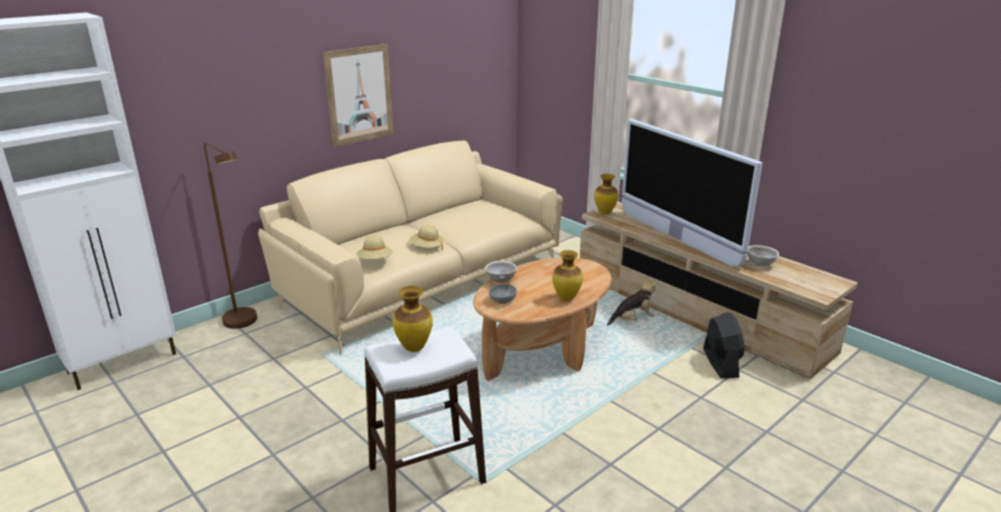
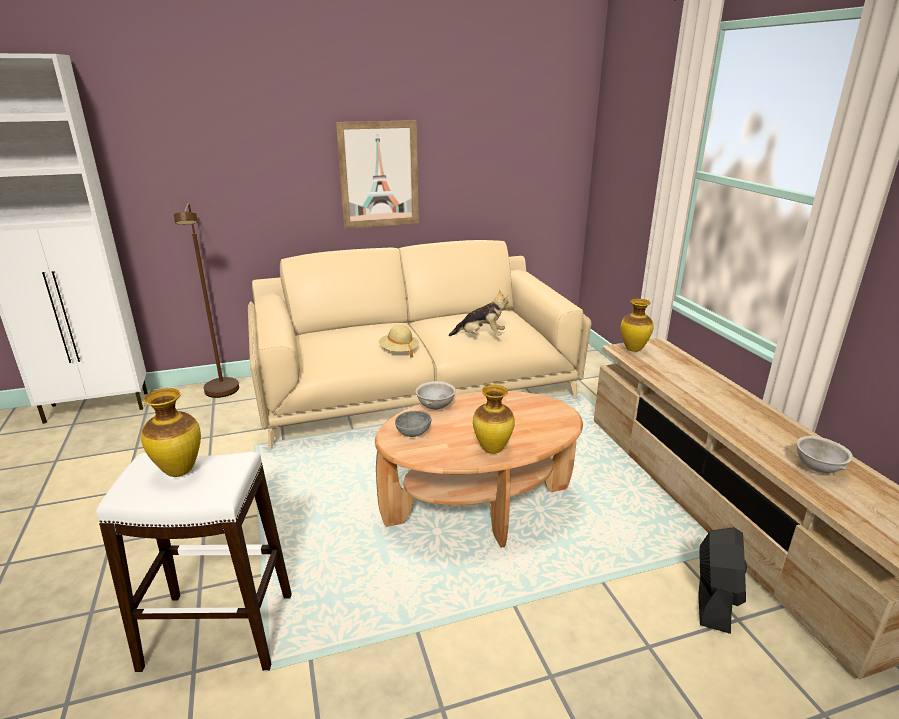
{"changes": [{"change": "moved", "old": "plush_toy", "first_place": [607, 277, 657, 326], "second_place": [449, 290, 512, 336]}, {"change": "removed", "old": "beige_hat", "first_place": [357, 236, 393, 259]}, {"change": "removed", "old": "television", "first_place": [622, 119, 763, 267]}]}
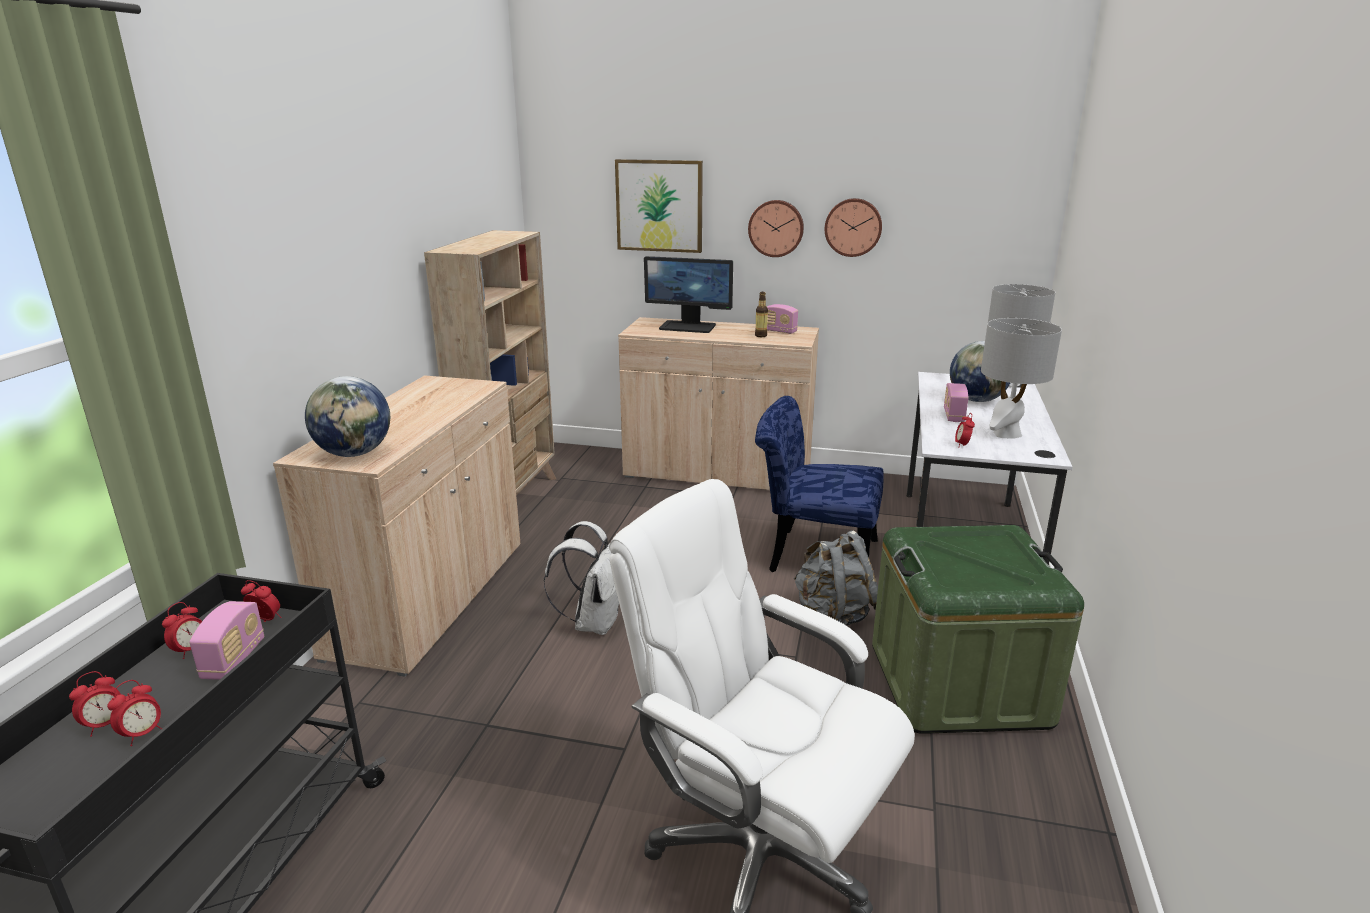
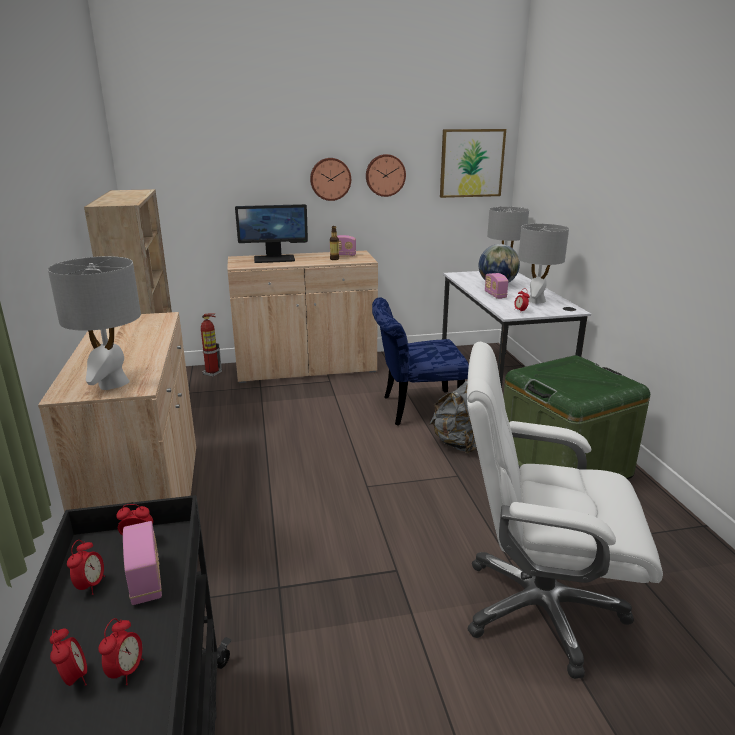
{"changes": [{"change": "replaced", "old": "globe", "new": "grey_table_lamp", "first_place": [305, 376, 390, 457], "second_place": [48, 256, 141, 390]}, {"change": "turned", "old": "alarm_clock", "first_place": [69, 671, 120, 737], "second_place": [50, 628, 87, 686], "degrees": -45}, {"change": "added", "new": "fire_extinguisher", "second_place": [201, 313, 222, 377]}, {"change": "moved", "old": "picture", "first_place": [615, 159, 703, 253], "second_place": [440, 129, 506, 198]}, {"change": "removed", "old": "white_backpack", "first_place": [544, 521, 619, 635]}]}
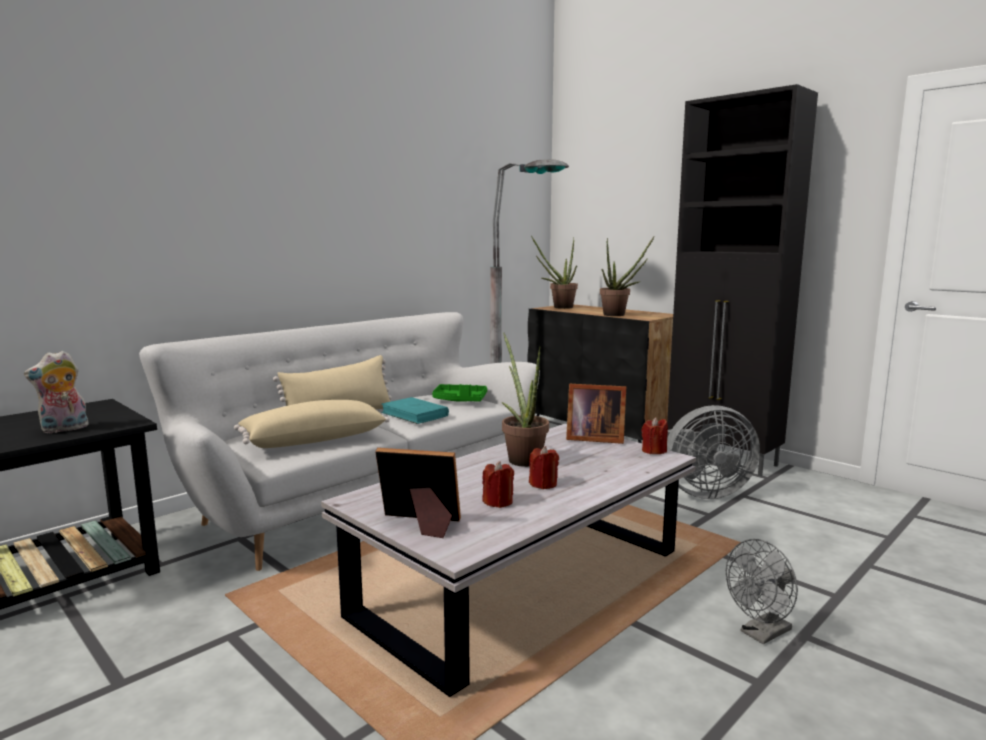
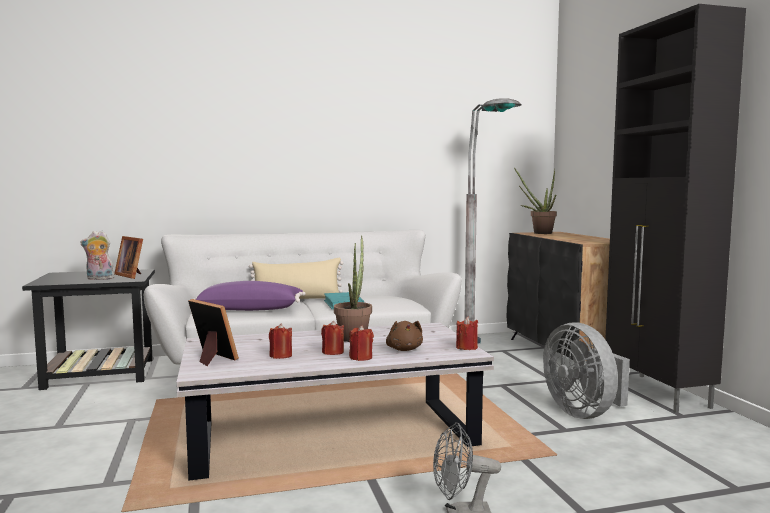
{"changes": [{"change": "moved", "old": "picture_frame", "first_place": [566, 384, 626, 444], "second_place": [114, 236, 143, 279]}, {"change": "recoloured", "old": "beige_pillow", "new": "purple_pillow", "first_place": [234, 400, 390, 448], "second_place": [195, 281, 306, 311]}, {"change": "added", "new": "red_candle", "second_place": [349, 325, 374, 361]}, {"change": "added", "new": "brown_plush_toy", "second_place": [386, 321, 423, 351]}, {"change": "turned", "old": "grey_fan", "first_place": [667, 405, 760, 499], "second_place": [543, 322, 630, 419], "degrees": 45}, {"change": "removed", "old": "green_tray", "first_place": [432, 384, 487, 402]}, {"change": "removed", "old": "potted_plant", "first_place": [600, 237, 654, 316]}]}
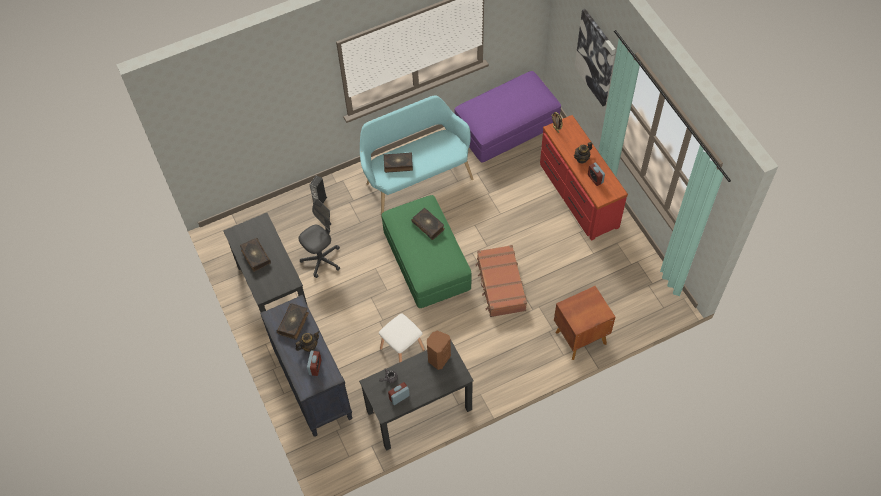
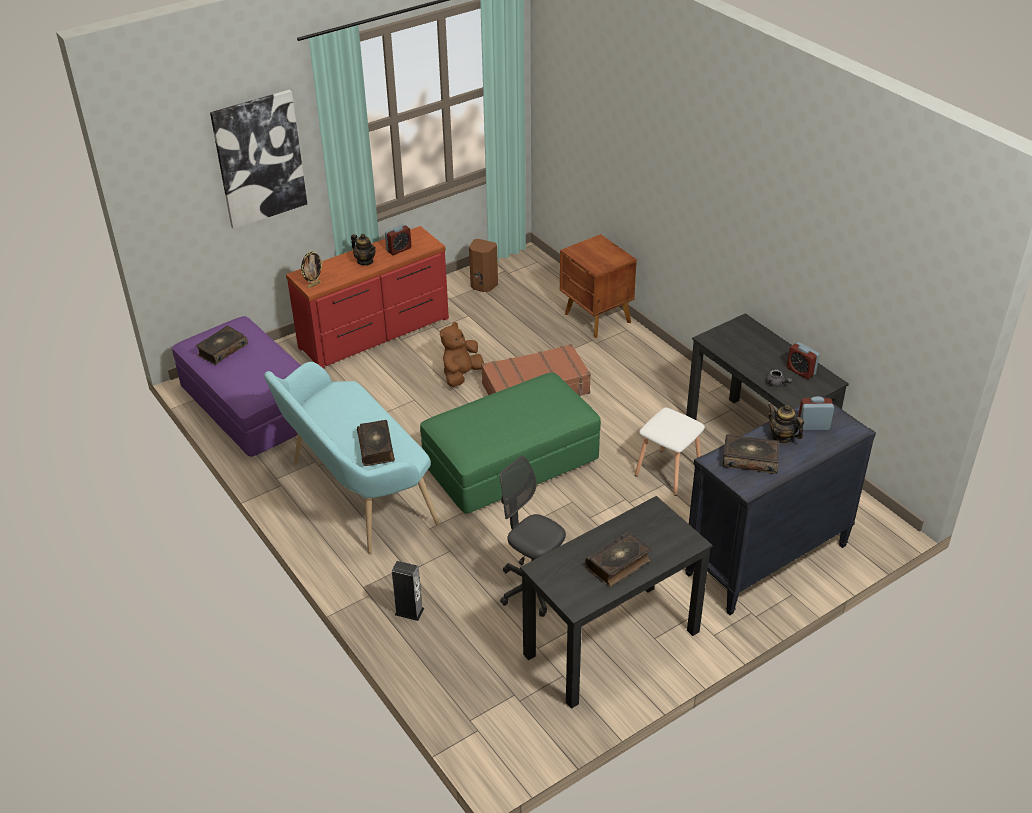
{"changes": [{"change": "moved", "old": "book", "first_place": [411, 208, 445, 240], "second_place": [196, 326, 248, 365]}, {"change": "added", "new": "brown_plush_toy", "second_place": [440, 322, 484, 387]}, {"change": "moved", "old": "brown_speaker", "first_place": [427, 331, 451, 370], "second_place": [469, 239, 498, 292]}]}
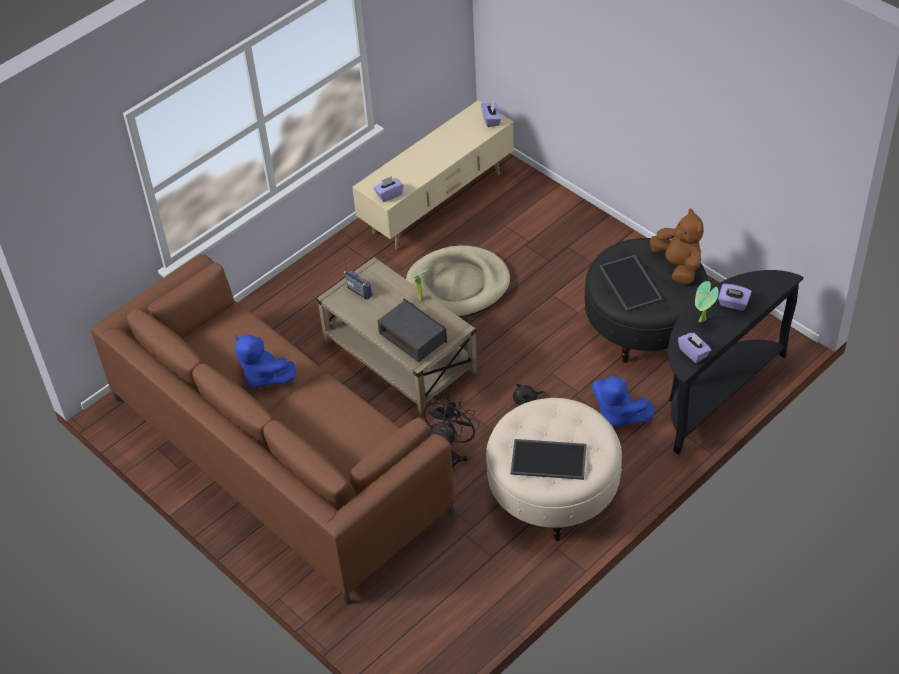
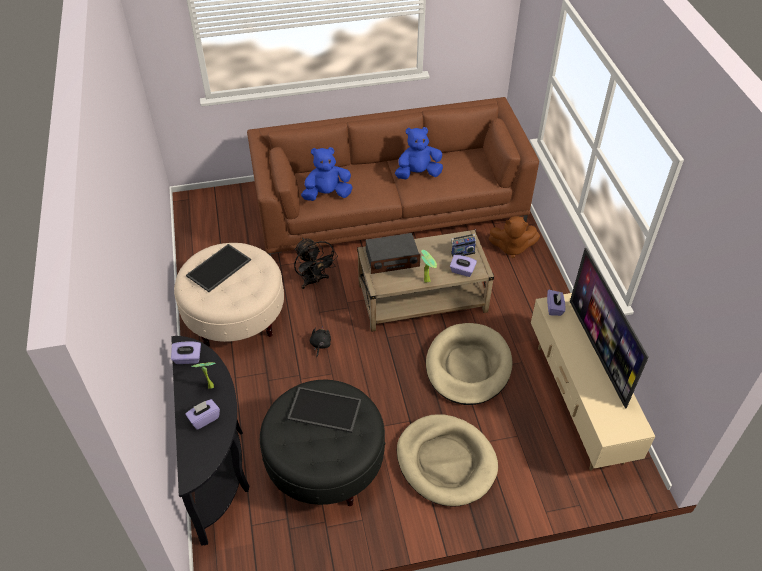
{"changes": [{"change": "moved", "old": "blue_plush_toy", "first_place": [592, 376, 655, 427], "second_place": [301, 147, 353, 201]}, {"change": "added", "new": "beige_dog_bed", "second_place": [397, 414, 498, 507]}, {"change": "moved", "old": "purple_tissue_box", "first_place": [481, 102, 502, 127], "second_place": [450, 255, 477, 277]}, {"change": "moved", "old": "brown_plush_toy", "first_place": [650, 208, 704, 284], "second_place": [488, 216, 540, 258]}, {"change": "added", "new": "television", "second_place": [570, 248, 649, 409]}]}
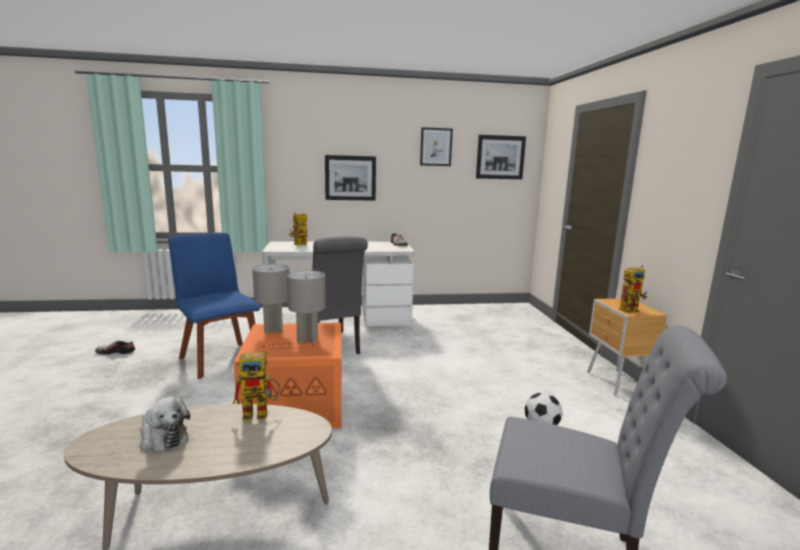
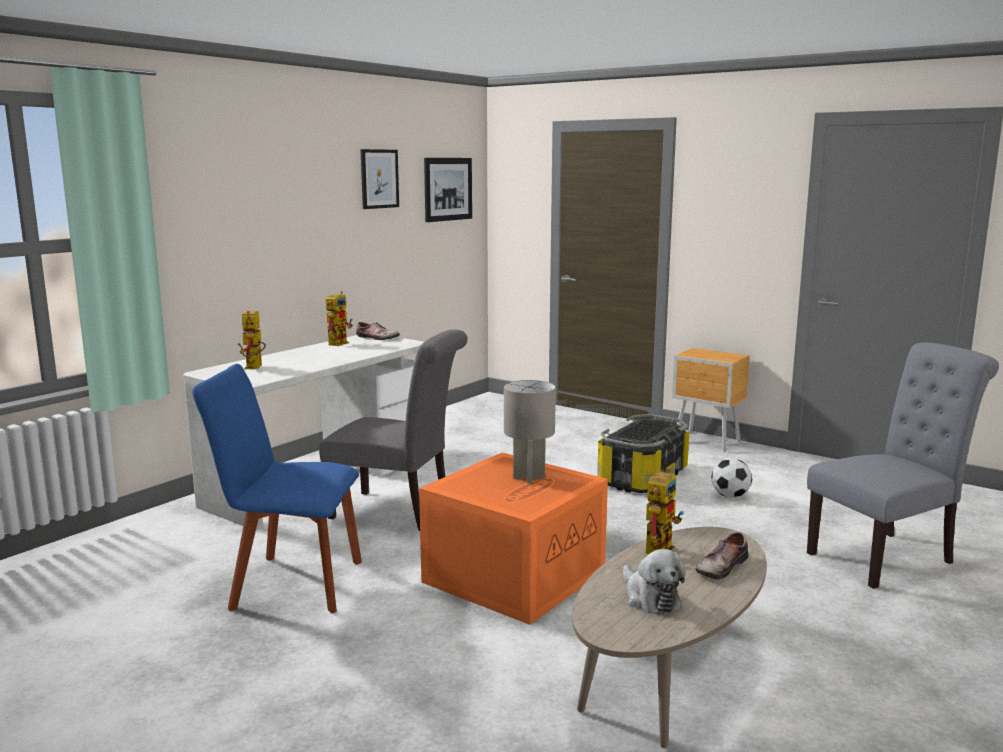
{"changes": [{"change": "moved", "old": "toy_robot", "first_place": [619, 266, 647, 313], "second_place": [326, 291, 353, 346]}, {"change": "added", "new": "storage_box", "second_place": [597, 414, 689, 493]}, {"change": "turned", "old": "plush_toy", "first_place": [141, 397, 190, 451], "second_place": [623, 549, 686, 615], "degrees": 75}, {"change": "moved", "old": "shoe", "first_place": [95, 341, 135, 355], "second_place": [696, 532, 749, 580]}, {"change": "removed", "old": "grey_table_lamp", "first_place": [252, 264, 289, 334]}, {"change": "removed", "old": "picture", "first_place": [325, 155, 376, 201]}]}
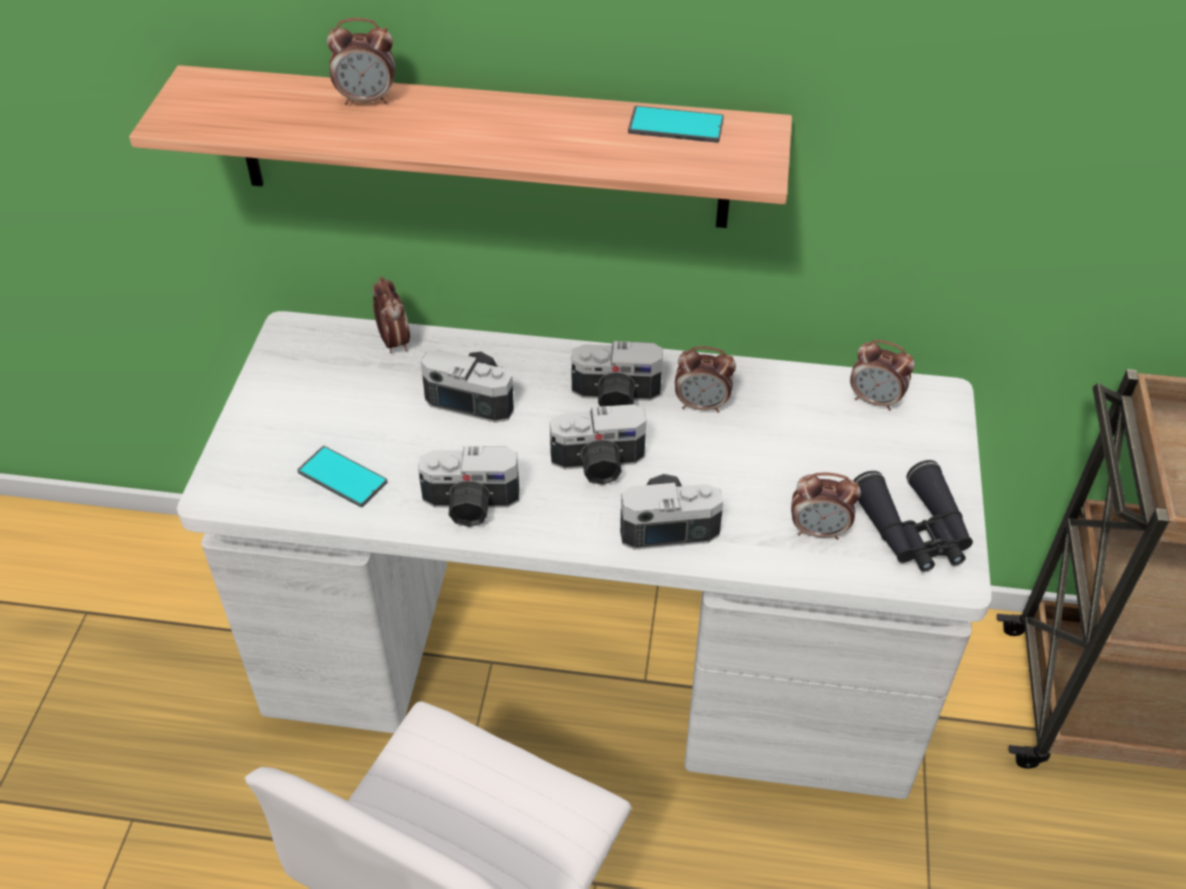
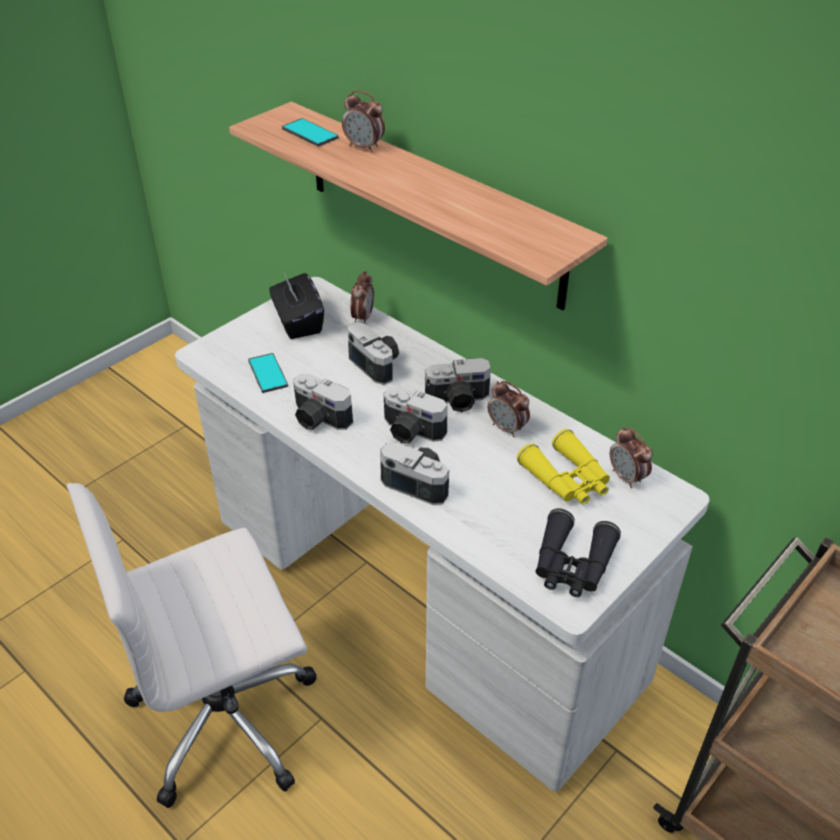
{"changes": [{"change": "added", "new": "black_tissue_box", "second_place": [269, 273, 324, 339]}, {"change": "moved", "old": "phone", "first_place": [628, 106, 724, 143], "second_place": [282, 118, 339, 147]}, {"change": "turned", "old": "photo_camera", "first_place": [571, 341, 663, 407], "second_place": [425, 358, 491, 412], "degrees": -45}, {"change": "added", "new": "yellow_binoculars", "second_place": [517, 429, 610, 505]}, {"change": "removed", "old": "alarm_clock", "first_place": [791, 473, 861, 540]}]}
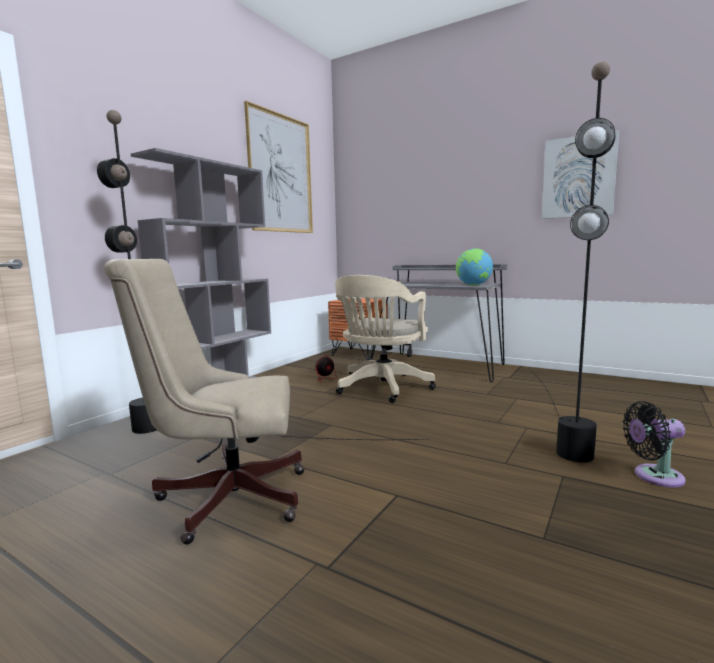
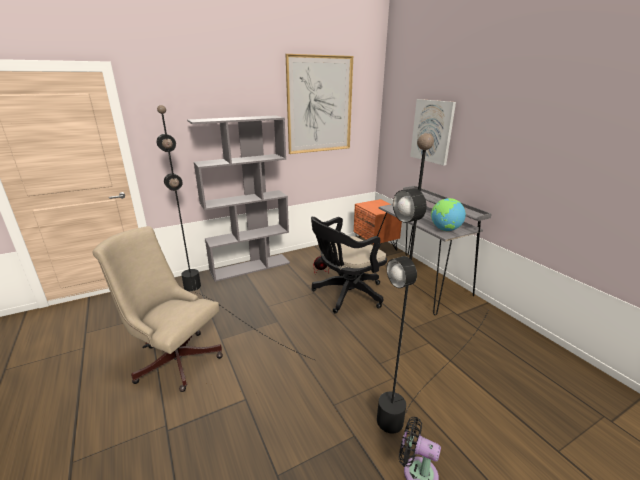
{"changes": [{"change": "recoloured", "old": "beige_office_chair", "new": "black_office_chair", "first_place": [335, 275, 436, 403], "second_place": [311, 217, 387, 314]}, {"change": "moved", "old": "picture", "first_place": [542, 130, 619, 219], "second_place": [410, 99, 456, 166]}]}
